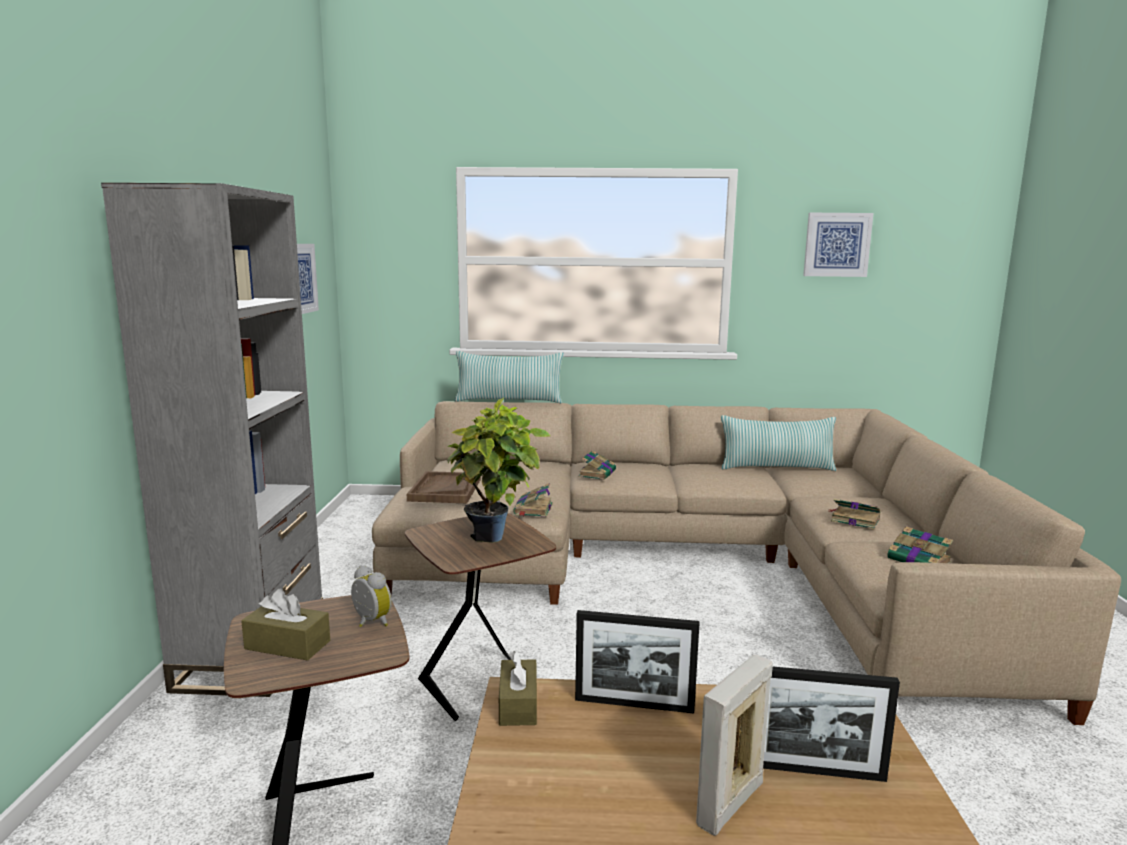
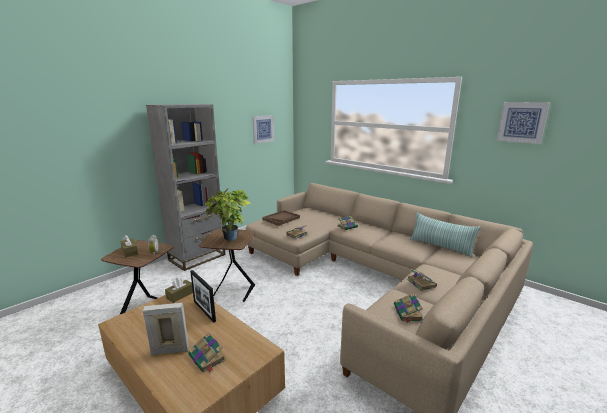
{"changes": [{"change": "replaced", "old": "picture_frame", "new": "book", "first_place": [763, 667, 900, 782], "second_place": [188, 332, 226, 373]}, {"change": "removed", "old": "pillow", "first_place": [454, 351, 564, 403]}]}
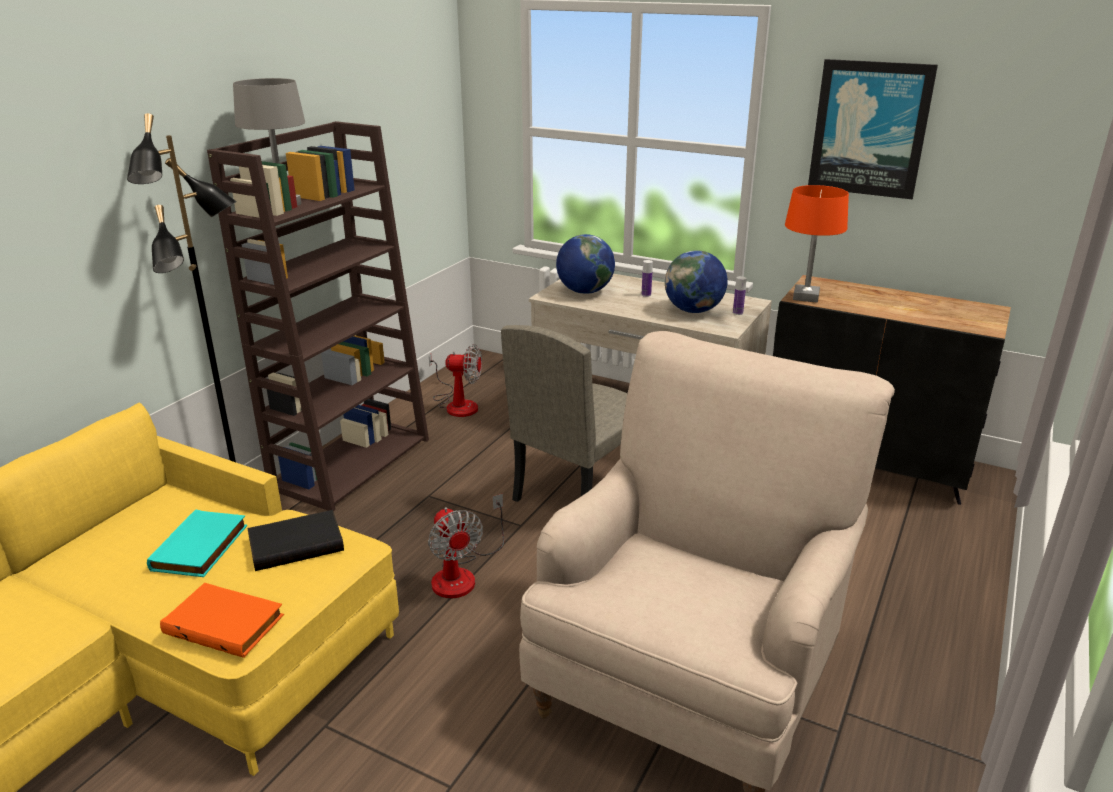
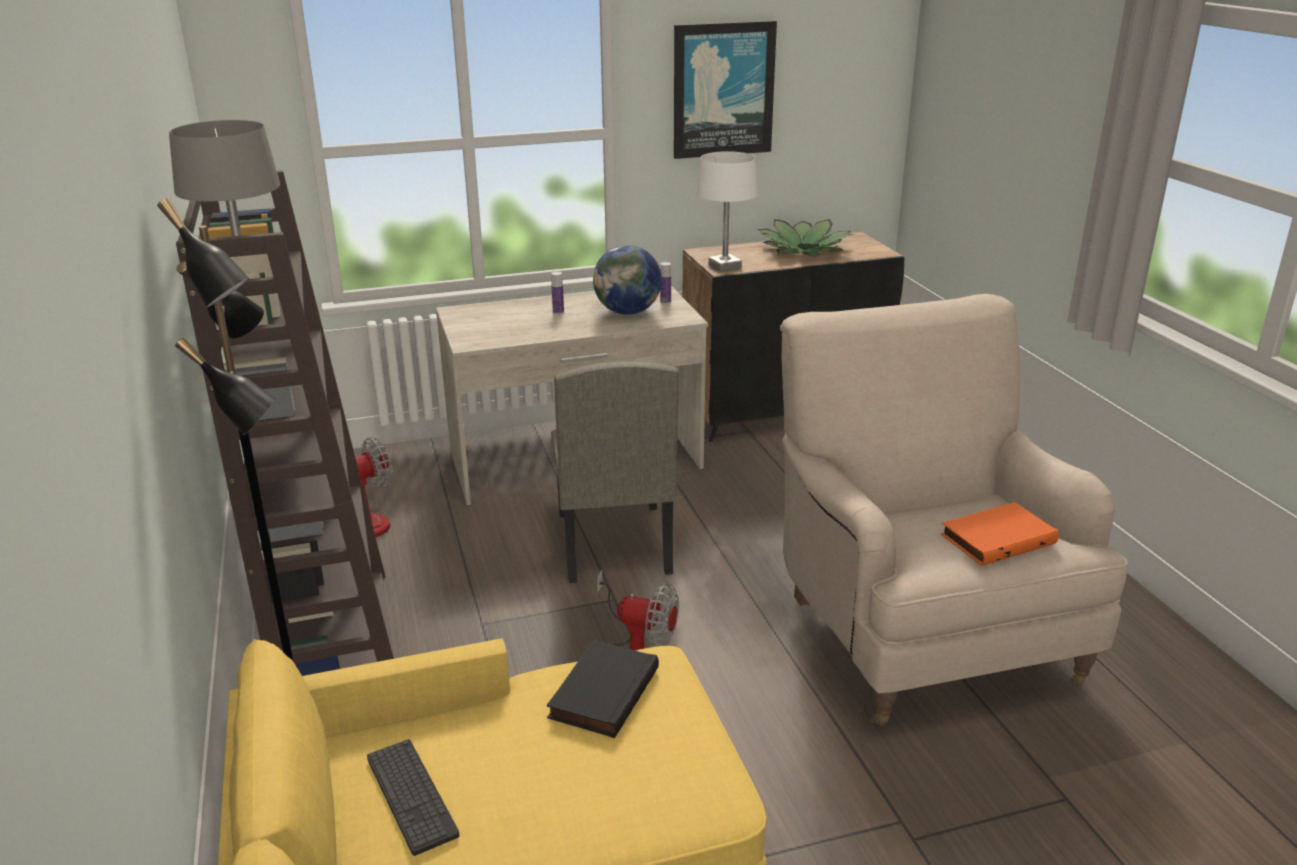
{"changes": [{"change": "added", "new": "keyboard", "second_place": [367, 739, 460, 856]}, {"change": "recoloured", "old": "orange_table_lamp", "new": "white_table_lamp", "first_place": [785, 185, 849, 303], "second_place": [696, 151, 758, 272]}, {"change": "added", "new": "potted_plant", "second_place": [758, 219, 853, 256]}, {"change": "moved", "old": "orange_book", "first_place": [160, 583, 284, 658], "second_place": [941, 502, 1059, 566]}, {"change": "removed", "old": "turquoise_book", "first_place": [147, 509, 247, 577]}, {"change": "removed", "old": "globe", "first_place": [556, 234, 615, 294]}]}
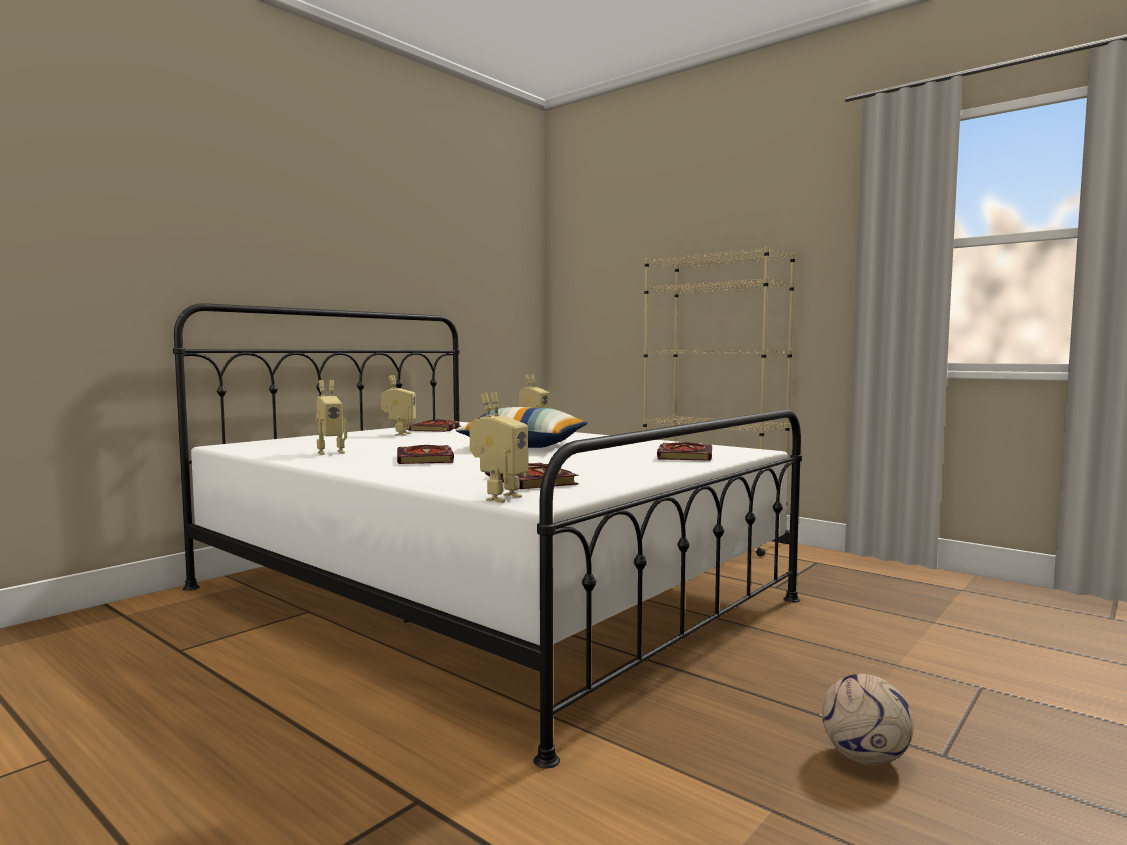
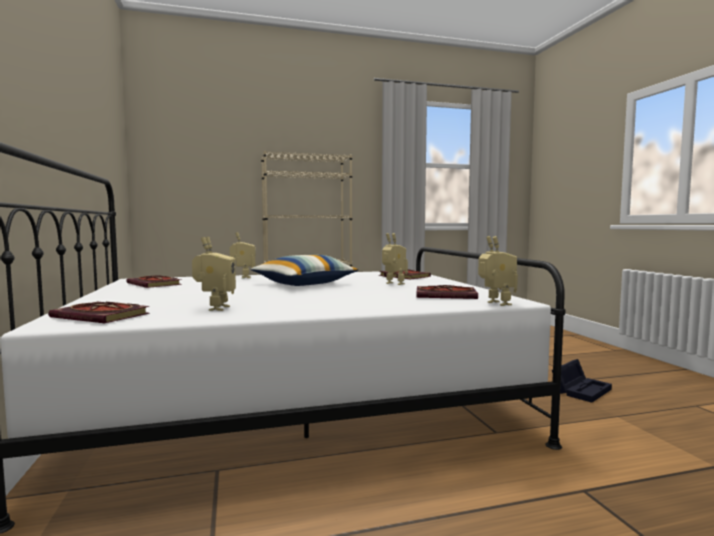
{"changes": [{"change": "moved", "old": "book", "first_place": [397, 445, 454, 464], "second_place": [48, 302, 150, 323]}, {"change": "moved", "old": "toy_robot", "first_place": [381, 375, 416, 436], "second_place": [382, 233, 408, 285]}, {"change": "replaced", "old": "football", "new": "black_storage_box", "first_place": [822, 674, 914, 766], "second_place": [552, 359, 612, 403]}]}
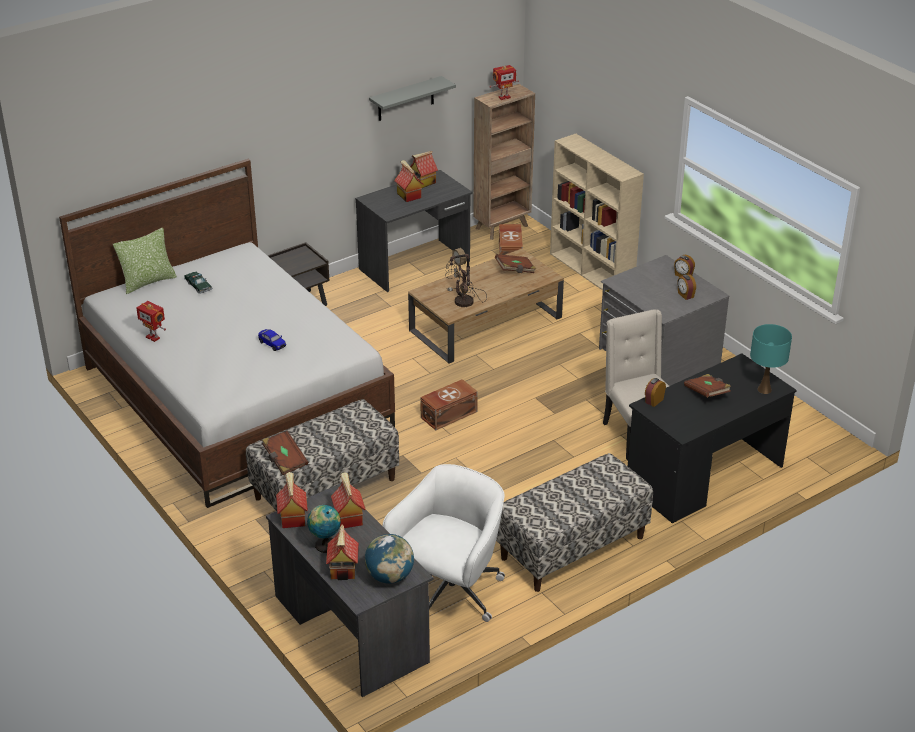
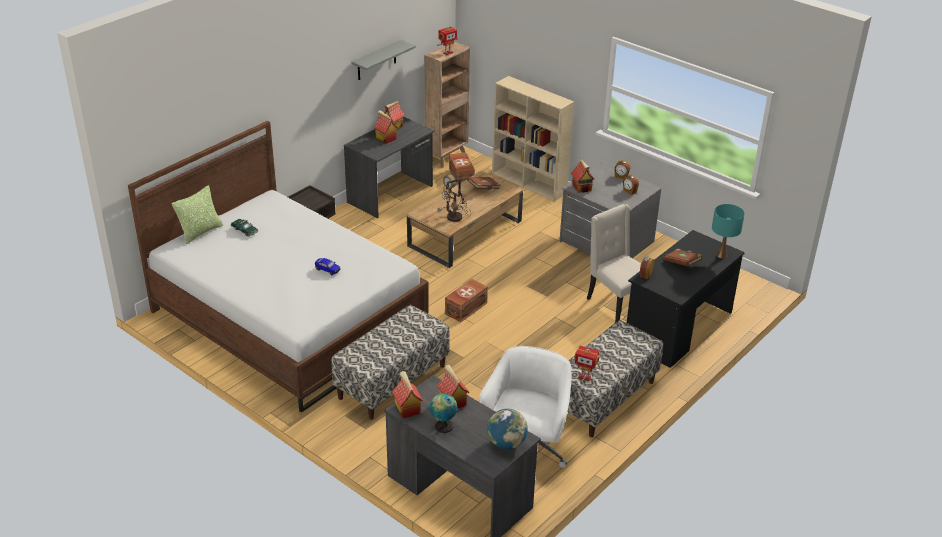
{"changes": [{"change": "moved", "old": "toy_robot", "first_place": [136, 301, 166, 342], "second_place": [570, 346, 603, 381]}, {"change": "moved", "old": "toy_house", "first_place": [326, 524, 359, 580], "second_place": [571, 159, 595, 193]}, {"change": "removed", "old": "brown_book", "first_place": [262, 431, 308, 475]}]}
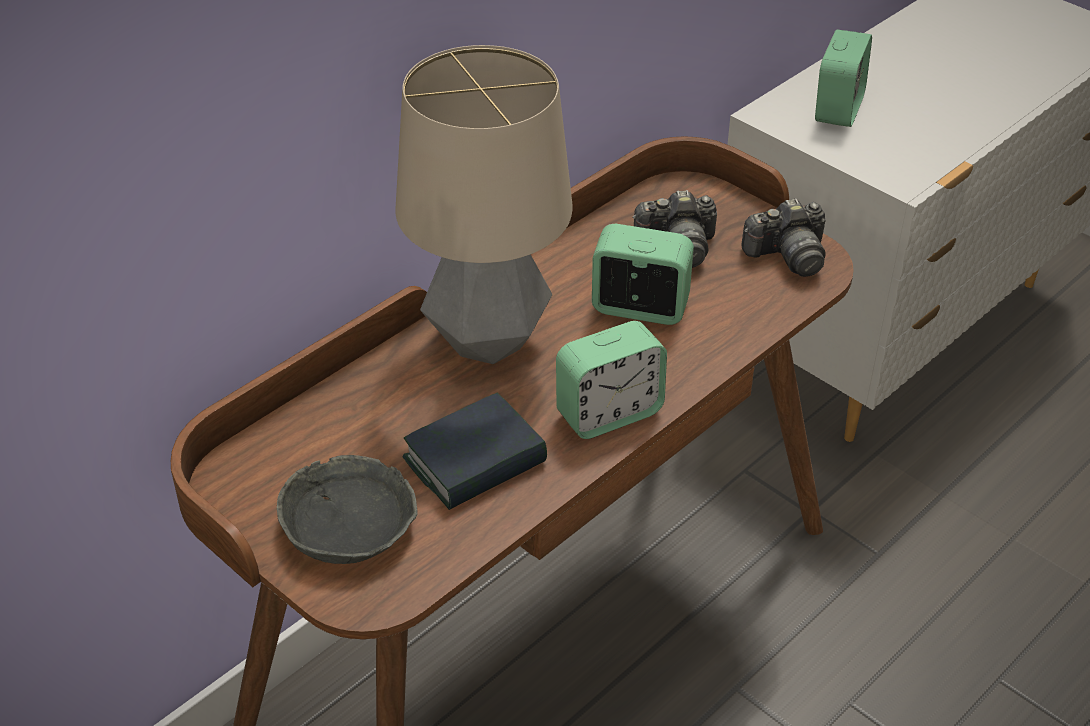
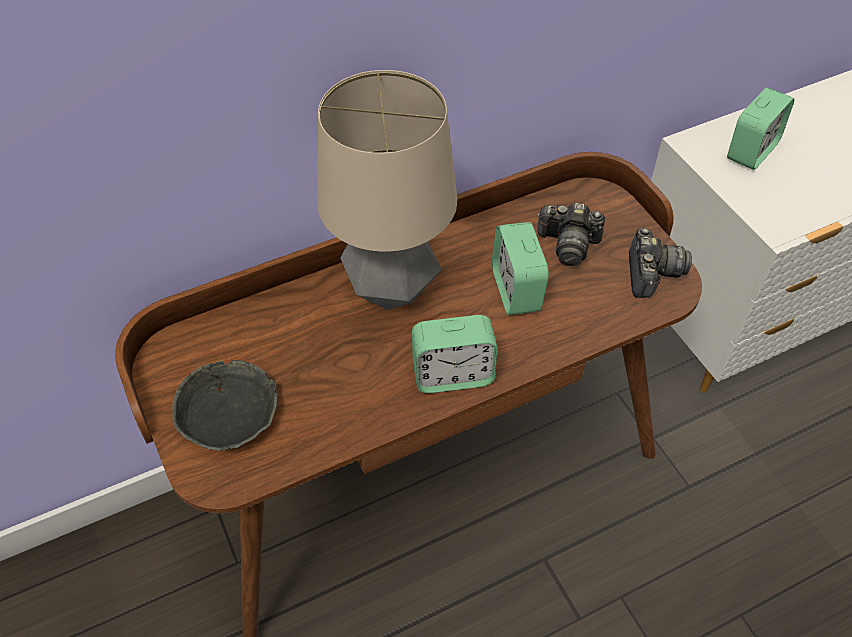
{"changes": [{"change": "turned", "old": "alarm_clock", "first_place": [592, 224, 694, 325], "second_place": [492, 222, 549, 315], "degrees": -135}, {"change": "turned", "old": "photo_camera", "first_place": [742, 199, 825, 277], "second_place": [629, 228, 692, 298], "degrees": -90}, {"change": "removed", "old": "book", "first_place": [403, 393, 547, 510]}]}
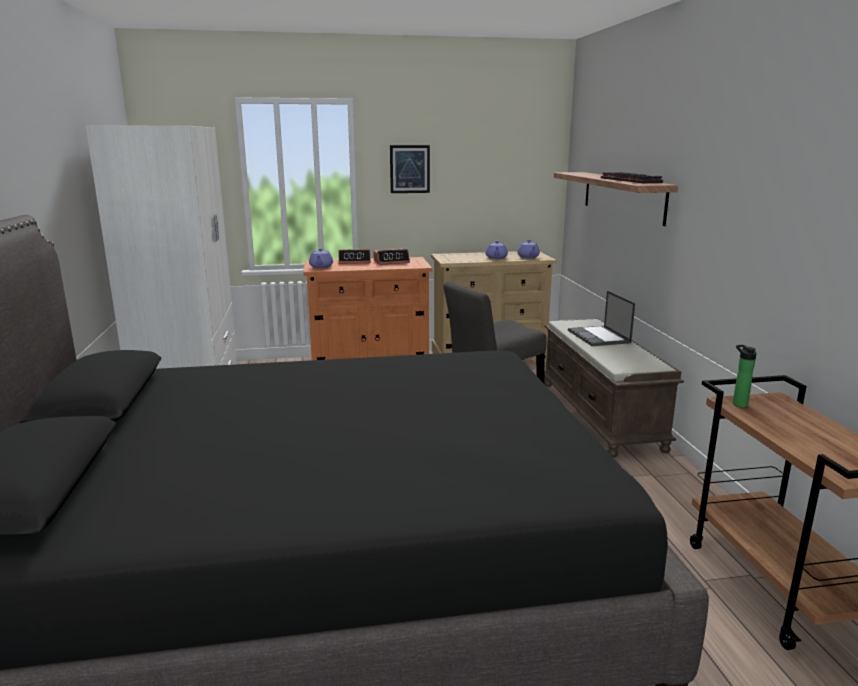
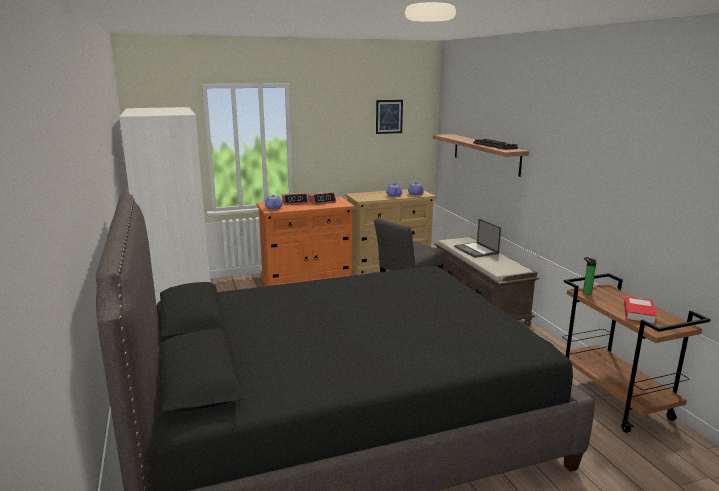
{"changes": [{"change": "moved", "old": "picture", "first_place": [390, 145, 430, 193], "second_place": [376, 100, 403, 134]}, {"change": "added", "new": "book", "second_place": [624, 297, 657, 324]}]}
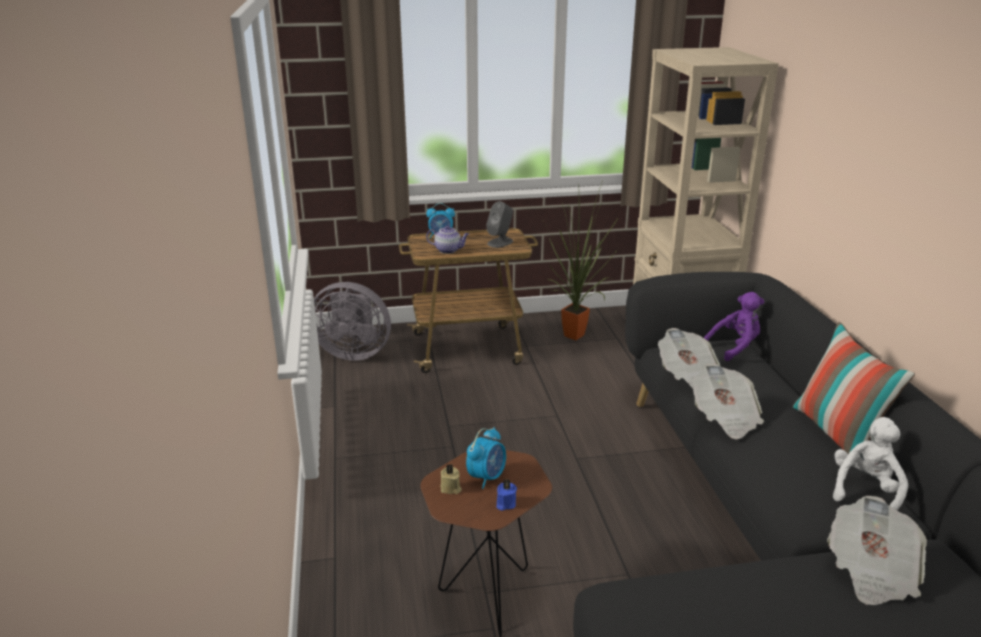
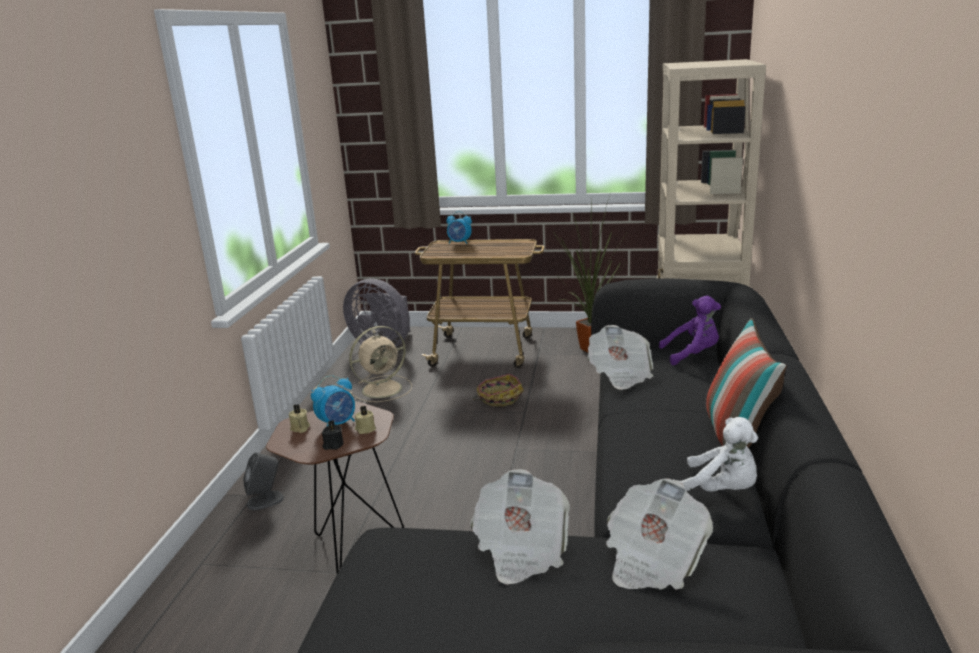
{"changes": [{"change": "moved", "old": "grey_speaker", "first_place": [486, 201, 513, 248], "second_place": [243, 452, 284, 510]}, {"change": "recoloured", "old": "blue_candle", "new": "black_candle", "first_place": [496, 479, 517, 511], "second_place": [322, 420, 343, 450]}, {"change": "added", "new": "beige_fan", "second_place": [349, 326, 412, 402]}, {"change": "added", "new": "beige_candle", "second_place": [355, 406, 376, 434]}, {"change": "moved", "old": "newspaper", "first_place": [692, 363, 764, 440], "second_place": [470, 469, 570, 585]}, {"change": "added", "new": "basket", "second_place": [473, 374, 524, 407]}, {"change": "turned", "old": "white_plush_toy", "first_place": [833, 417, 908, 511], "second_place": [676, 417, 758, 492], "degrees": 75}, {"change": "removed", "old": "teapot", "first_place": [426, 226, 469, 254]}]}
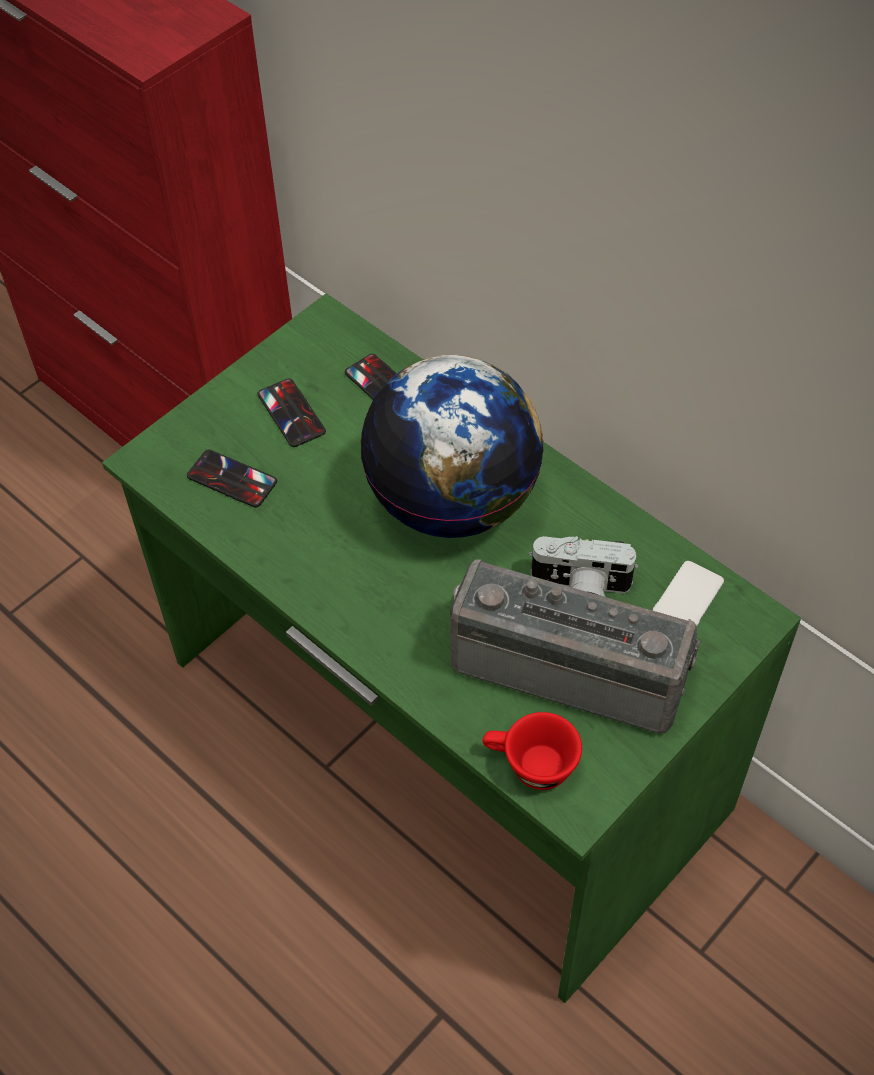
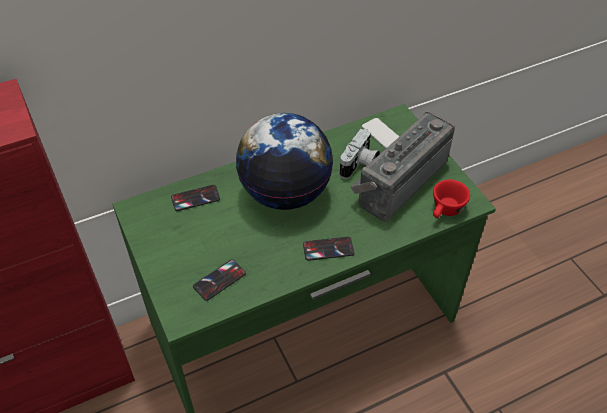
{"changes": [{"change": "moved", "old": "phone", "first_place": [258, 378, 326, 447], "second_place": [303, 237, 354, 261]}]}
